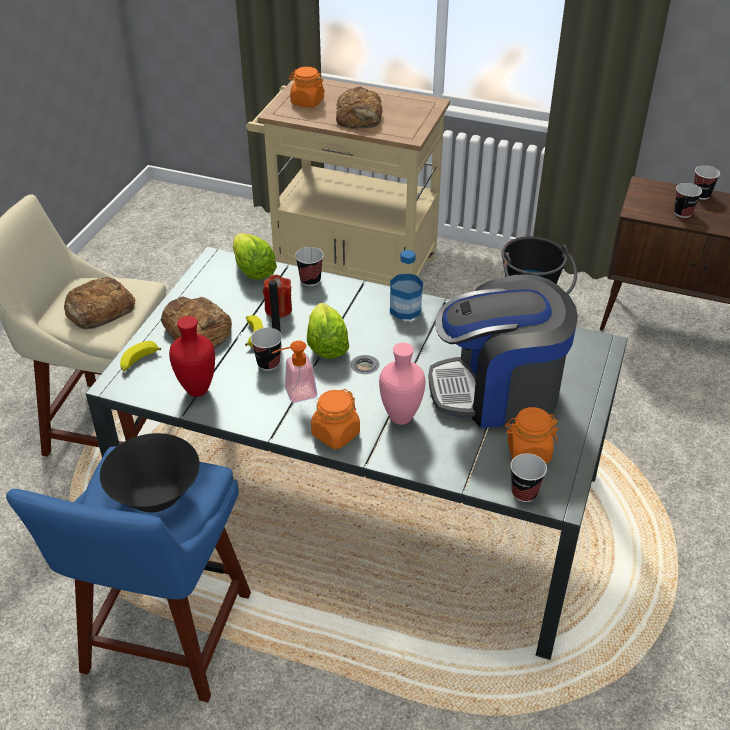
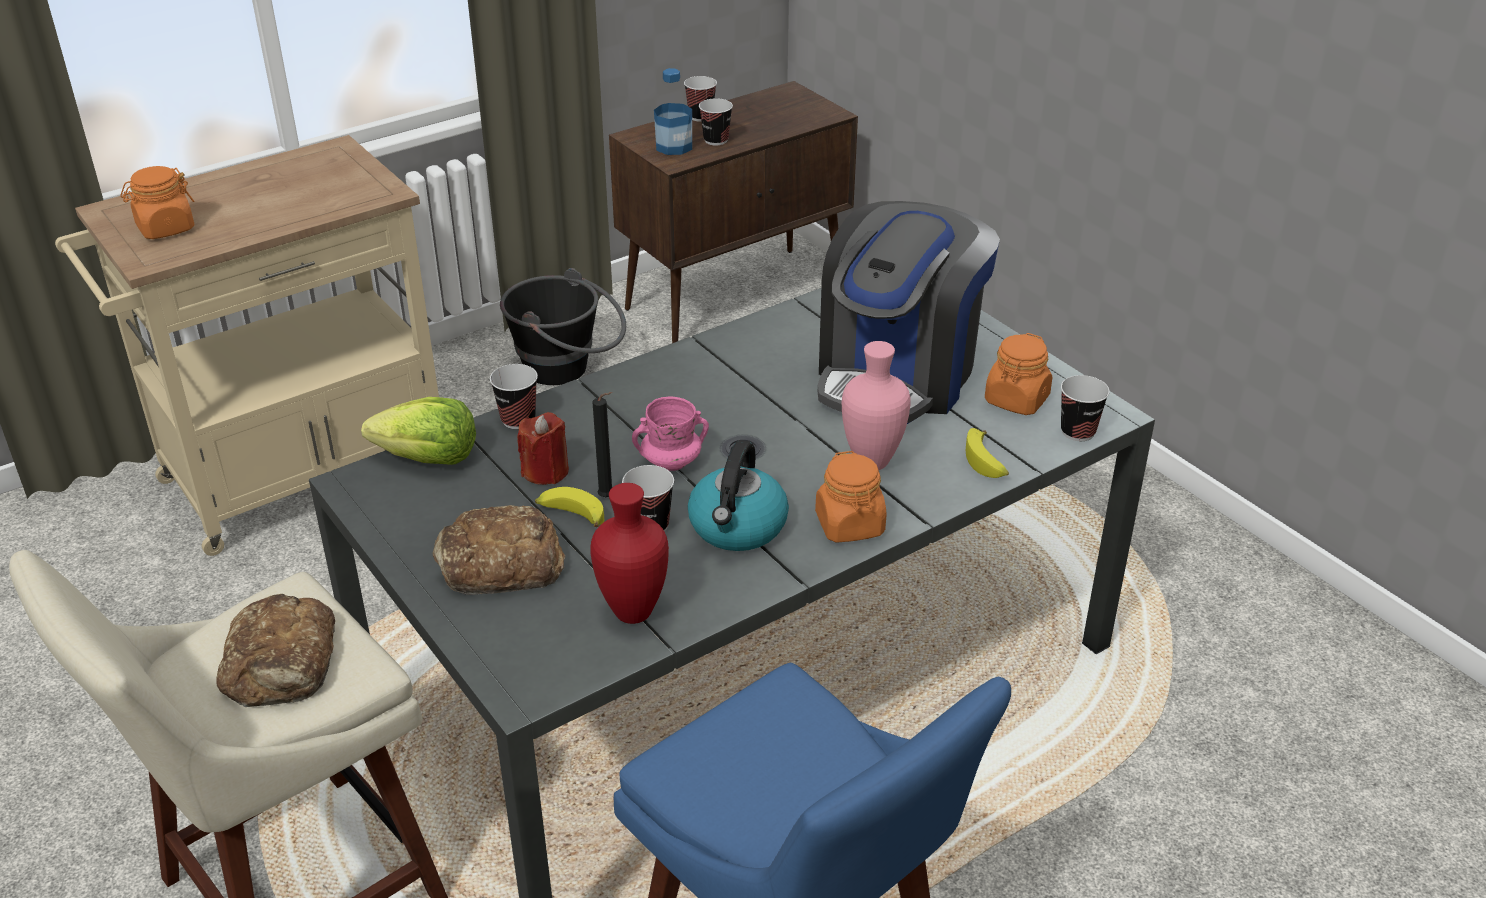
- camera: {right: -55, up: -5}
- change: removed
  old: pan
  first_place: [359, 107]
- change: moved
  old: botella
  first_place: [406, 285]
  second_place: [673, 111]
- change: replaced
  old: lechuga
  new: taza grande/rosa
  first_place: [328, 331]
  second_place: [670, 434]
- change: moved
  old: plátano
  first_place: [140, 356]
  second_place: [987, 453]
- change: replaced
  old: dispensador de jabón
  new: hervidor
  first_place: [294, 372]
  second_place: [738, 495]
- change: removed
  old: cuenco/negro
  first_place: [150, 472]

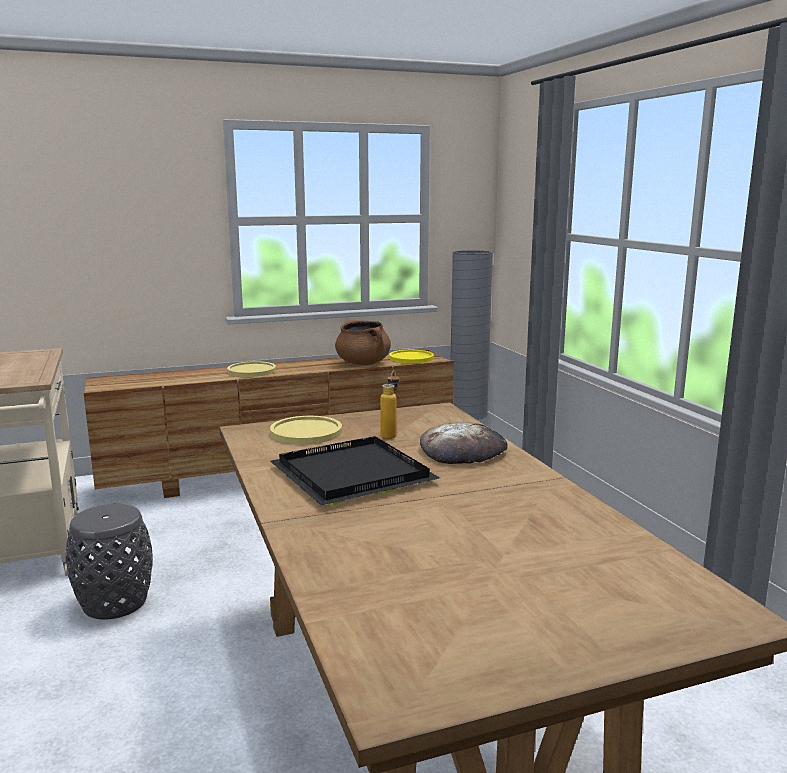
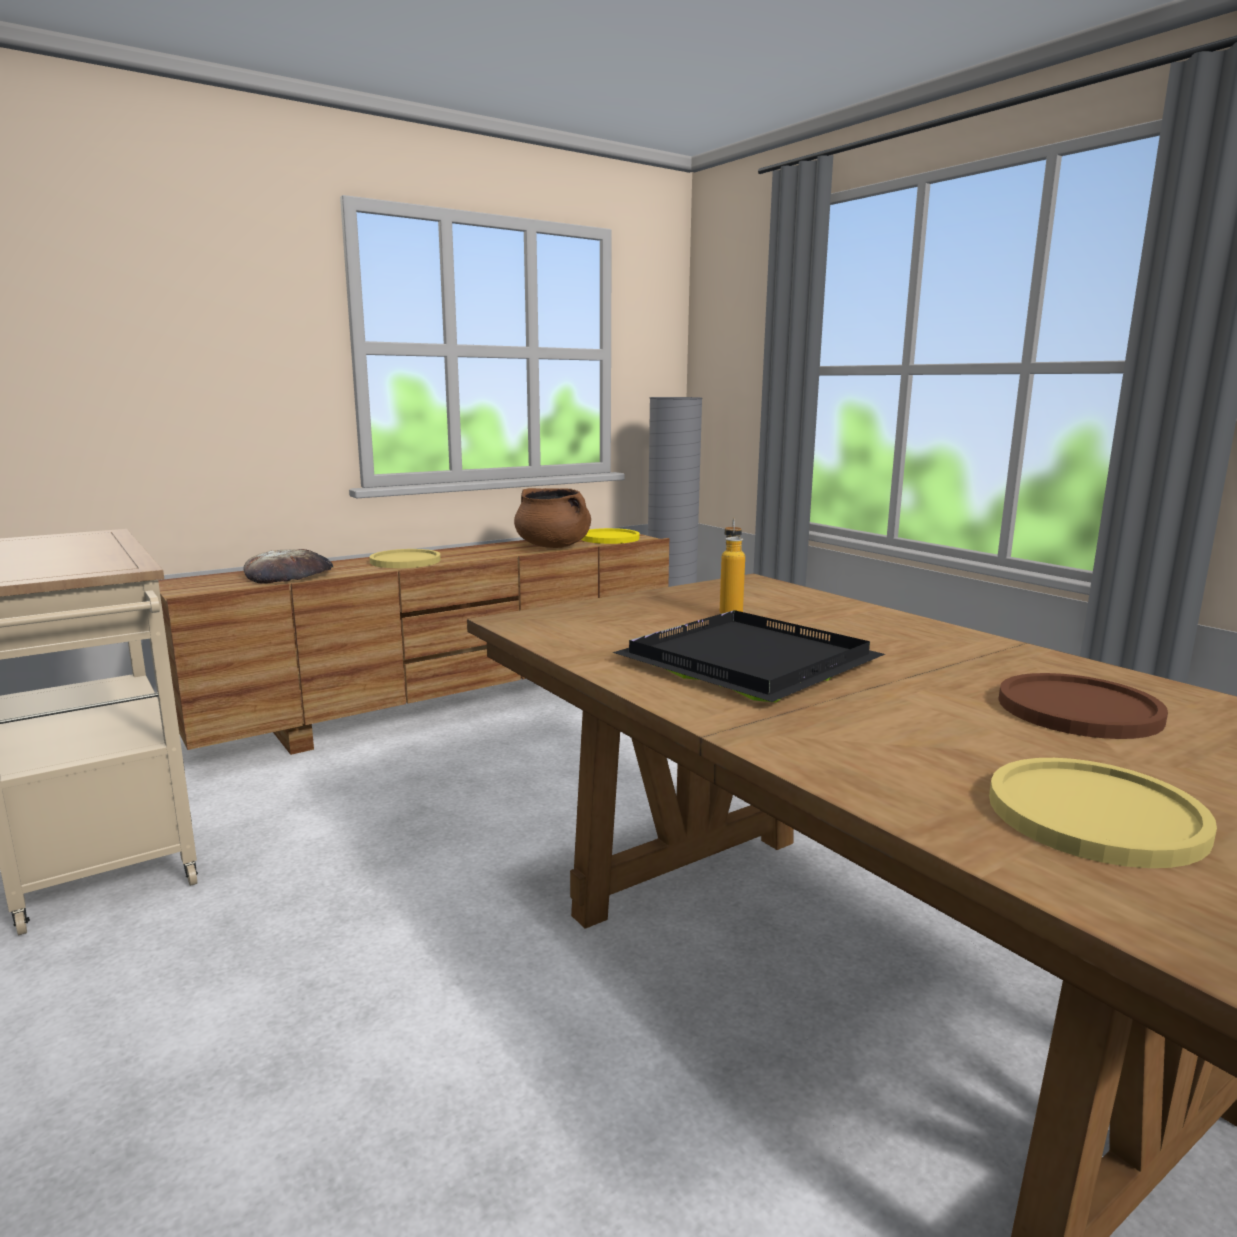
- camera: {right: -15, up: 0}
- change: moved
  old: plato/amarillo
  first_place: [306, 430]
  second_place: [1103, 813]
- change: moved
  old: pan
  first_place: [464, 443]
  second_place: [288, 566]
- change: removed
  old: taburete/gris
  first_place: [109, 562]
- change: added
  new: plato/marrón
  second_place: [1083, 706]

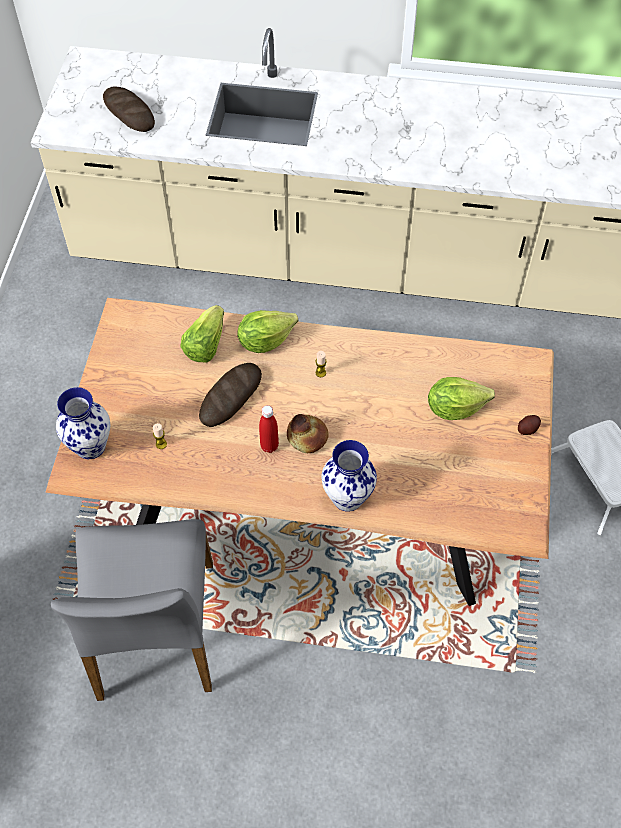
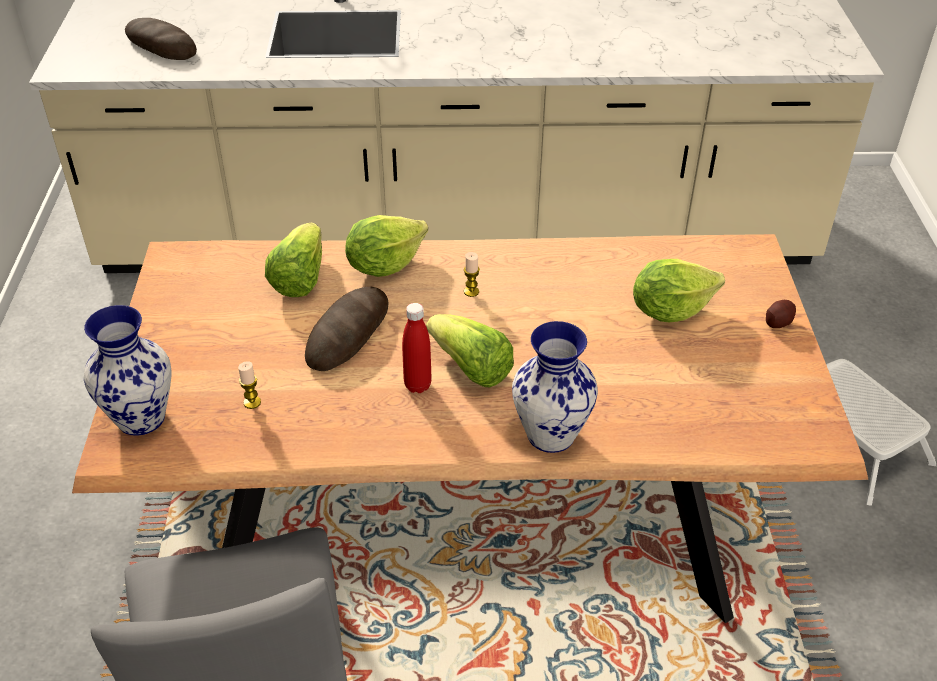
- camera: {right: -10, up: -15}
- change: replaced
  old: pan
  new: lechuga
  first_place: [308, 433]
  second_place: [470, 350]

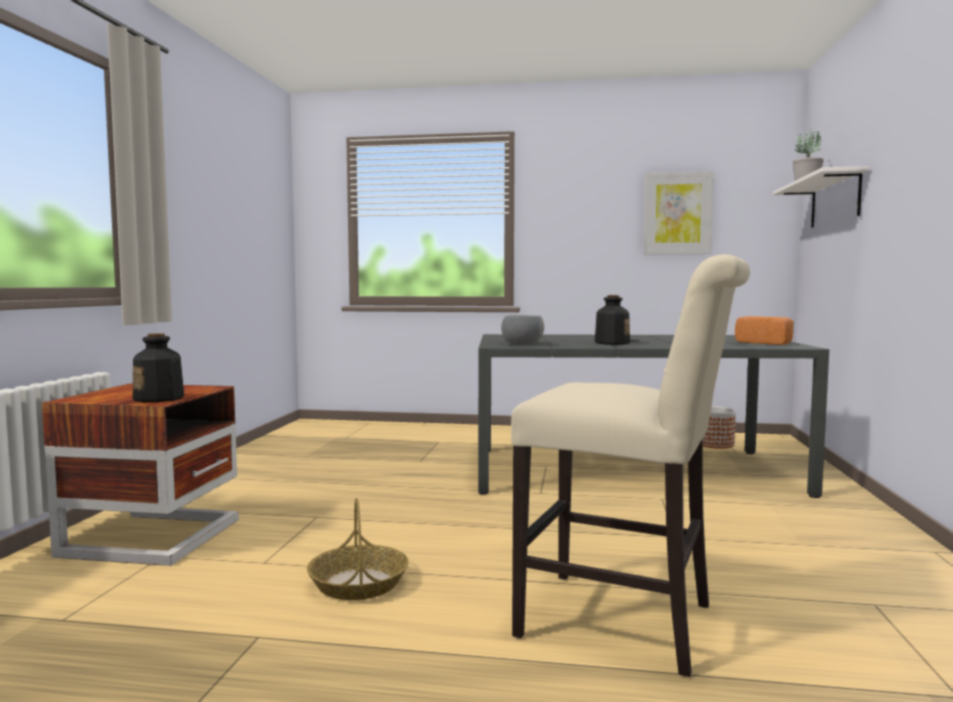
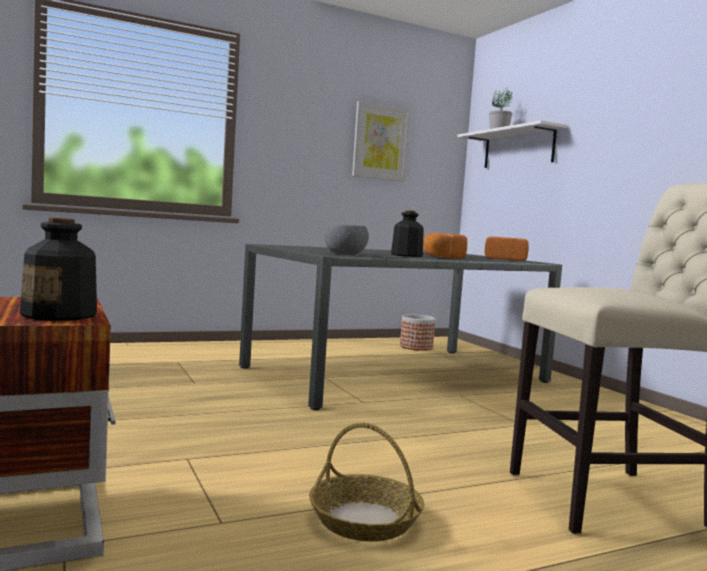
- camera: {right: -35, up: 0}
- change: added
  new: pan
  second_place: [445, 246]

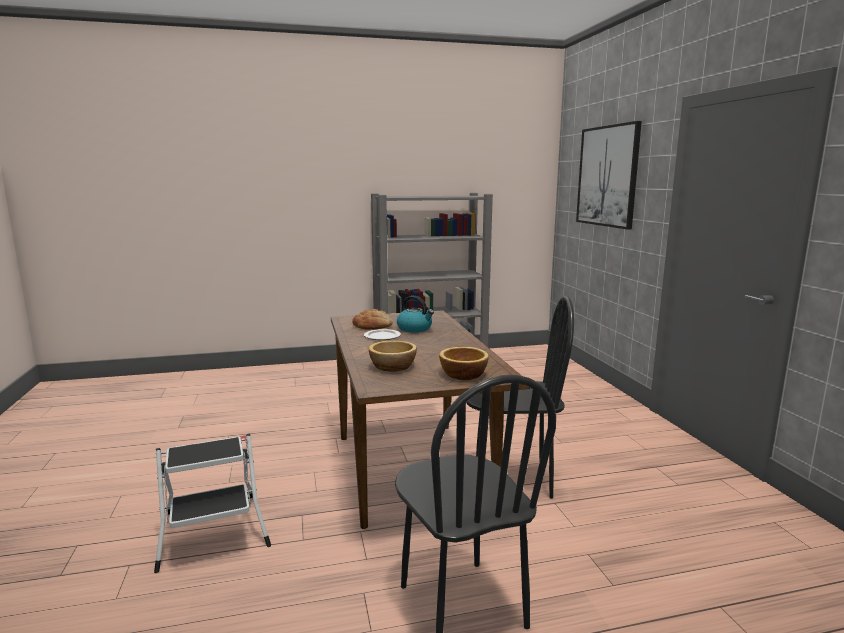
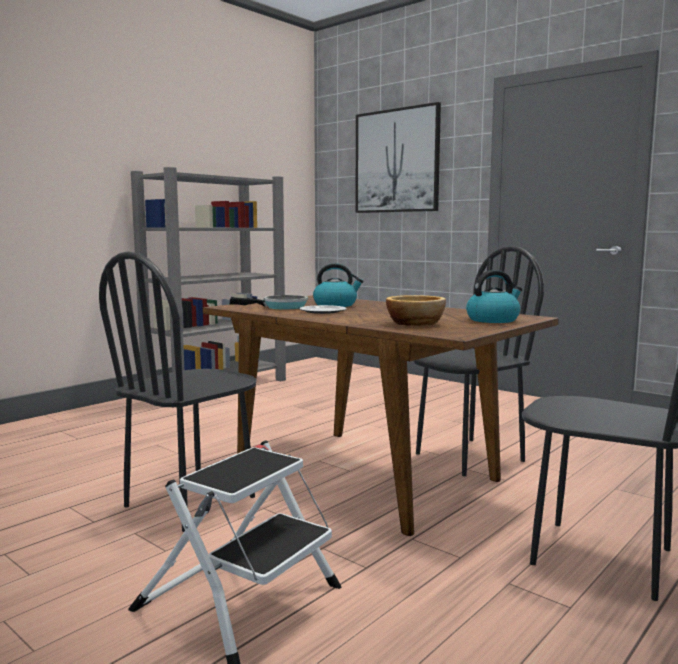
- camera: {right: -35, up: -5}
- change: replaced
  old: pan
  new: sartén
  first_place: [372, 319]
  second_place: [268, 302]
- change: replaced
  old: cuenco
  new: hervidor
  first_place: [464, 363]
  second_place: [494, 296]
- change: added
  new: silla/negro
  second_place: [178, 391]

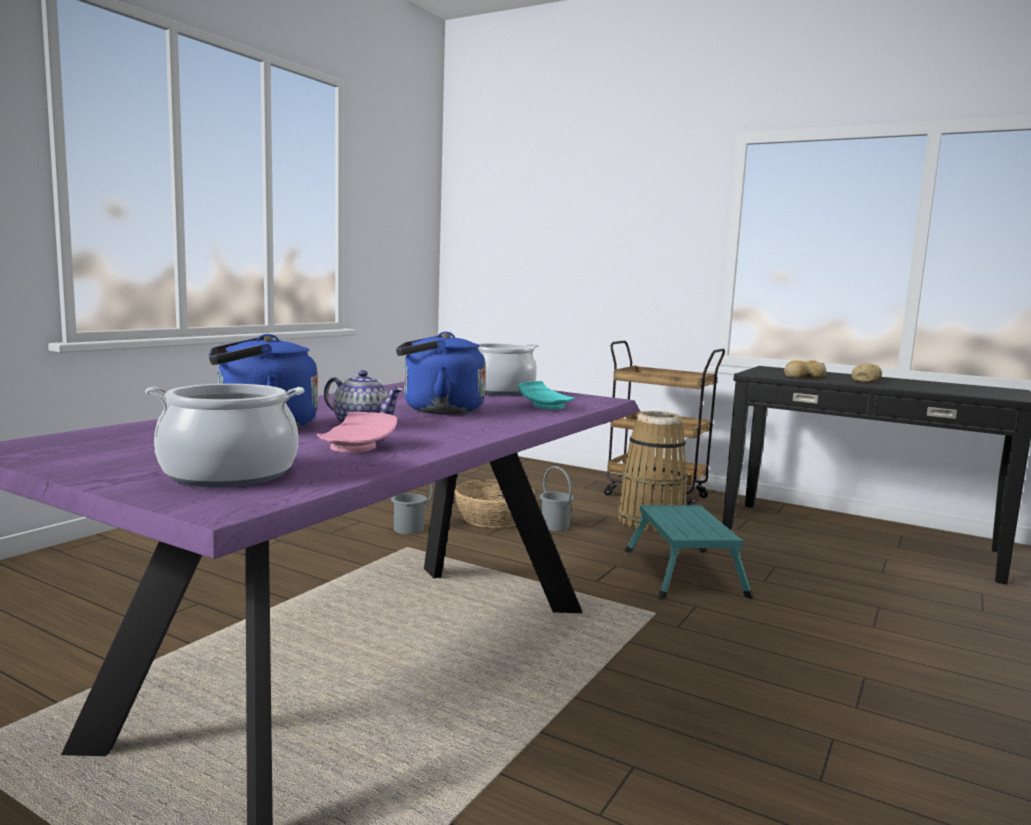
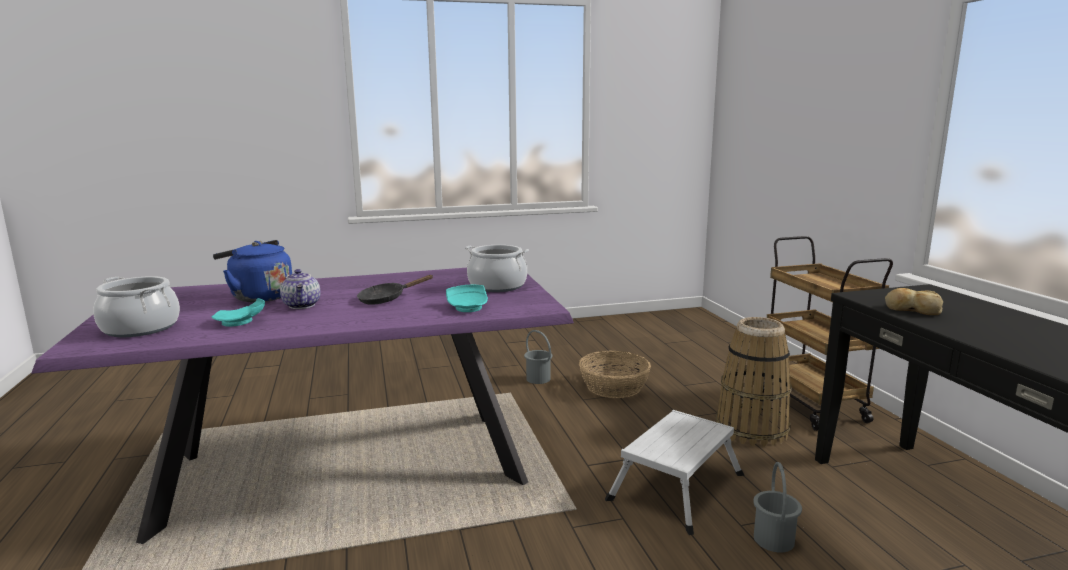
- camera: {right: 45, up: 5}
- change: replaced
  old: hervidor/azul
  new: sartén/negro
  first_place: [441, 373]
  second_place: [395, 290]
- change: removed
  old: pan
  first_place: [866, 373]
- change: recoloured
  old: plato/rosa
  new: plato/turquesa
  first_place: [356, 432]
  second_place: [238, 312]
- change: moved
  old: cubo/gris
  first_place: [557, 498]
  second_place: [777, 507]
- change: recoloured
  old: escalera de tijera/turquesa
  new: escalera de tijera/blanco
  first_place: [689, 552]
  second_place: [675, 472]

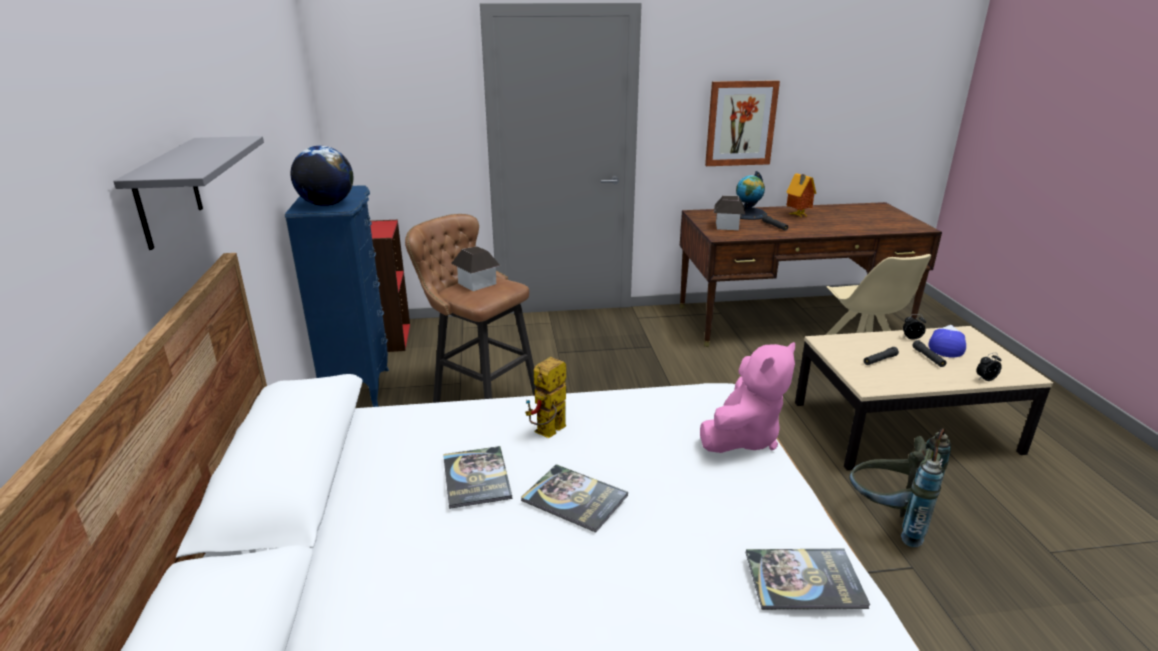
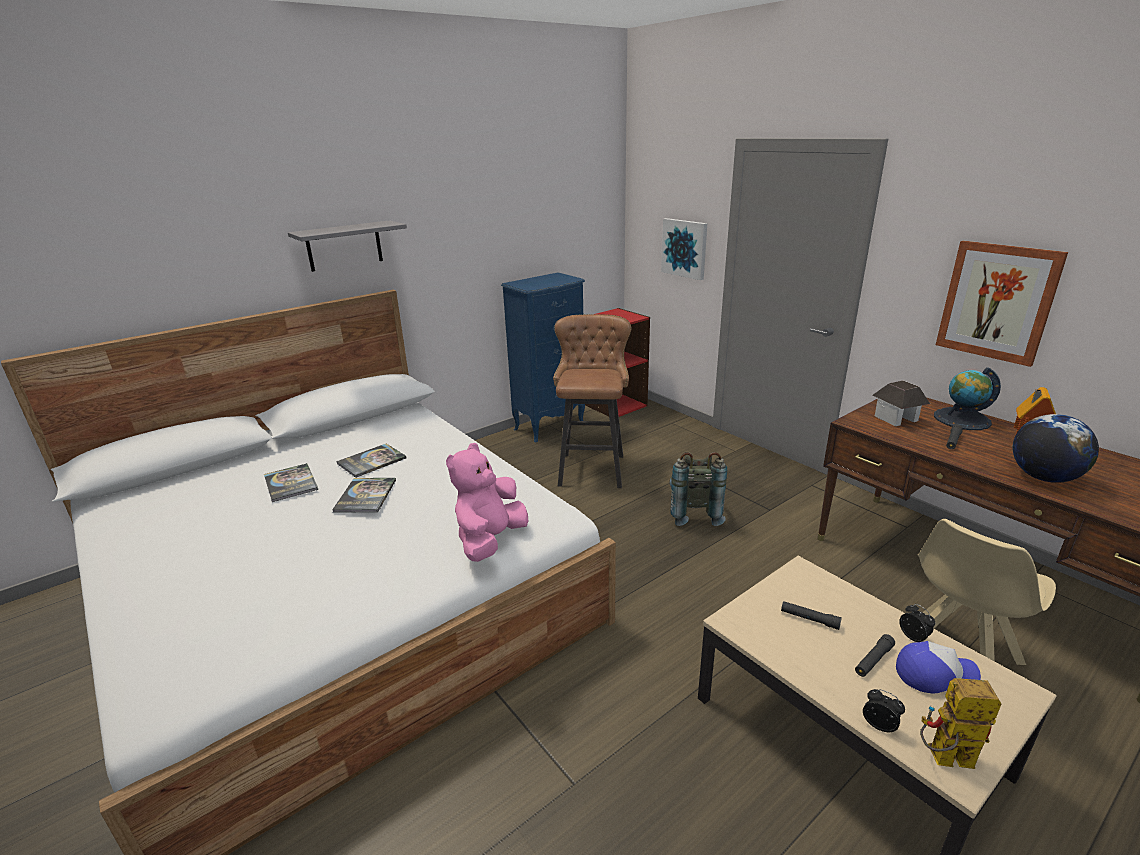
- camera: {right: 60, up: 0}
- change: moved
  old: globo terráqueo
  first_place: [321, 176]
  second_place: [1056, 448]
- change: removed
  old: casita
  first_place: [476, 268]
- change: turned
  old: peluche/rosa
  first_place: [747, 397]
  second_place: [487, 502]
  degrees: 105
- change: moved
  old: robot de juguete
  first_place: [545, 397]
  second_place: [960, 723]
- change: moved
  old: mochila/gris
  first_place: [900, 487]
  second_place: [698, 489]
- change: moved
  old: libro
  first_place: [808, 579]
  second_place: [291, 482]
- change: added
  new: cuadro
  second_place: [684, 249]

